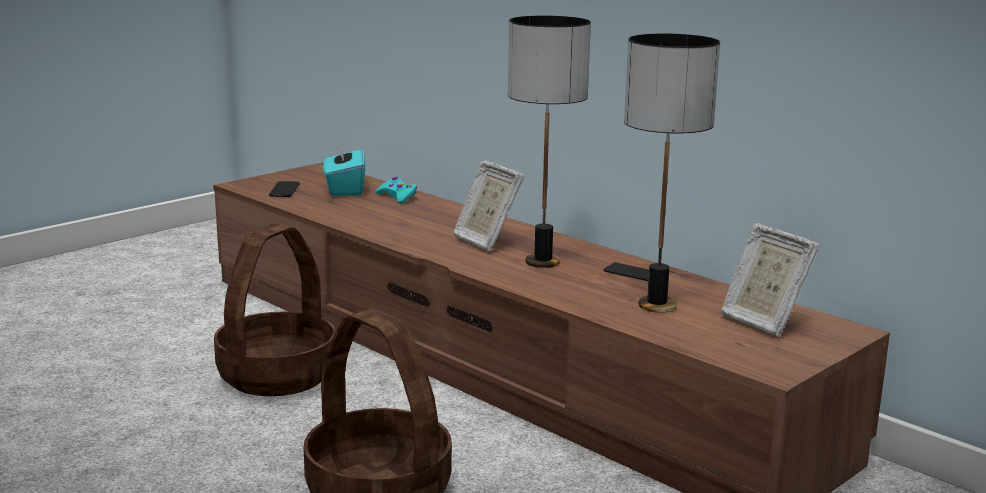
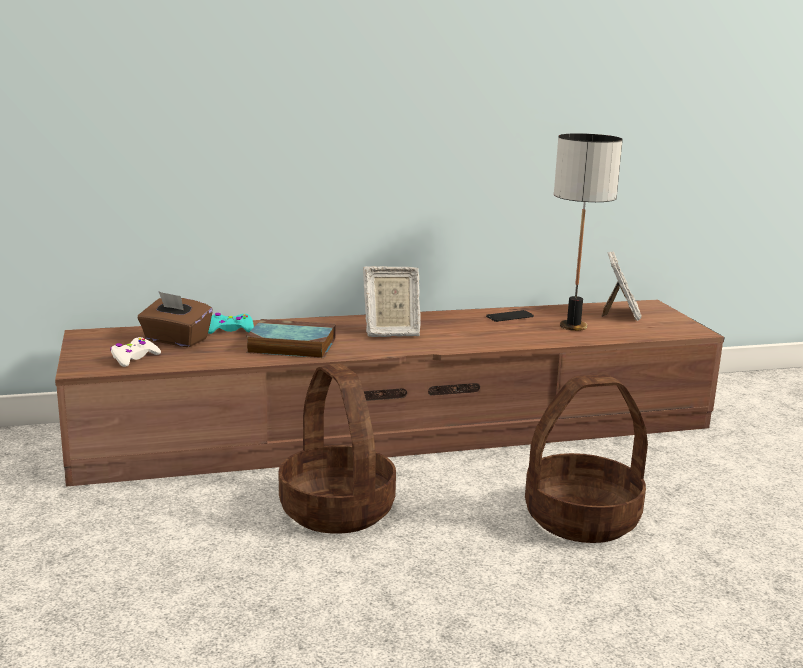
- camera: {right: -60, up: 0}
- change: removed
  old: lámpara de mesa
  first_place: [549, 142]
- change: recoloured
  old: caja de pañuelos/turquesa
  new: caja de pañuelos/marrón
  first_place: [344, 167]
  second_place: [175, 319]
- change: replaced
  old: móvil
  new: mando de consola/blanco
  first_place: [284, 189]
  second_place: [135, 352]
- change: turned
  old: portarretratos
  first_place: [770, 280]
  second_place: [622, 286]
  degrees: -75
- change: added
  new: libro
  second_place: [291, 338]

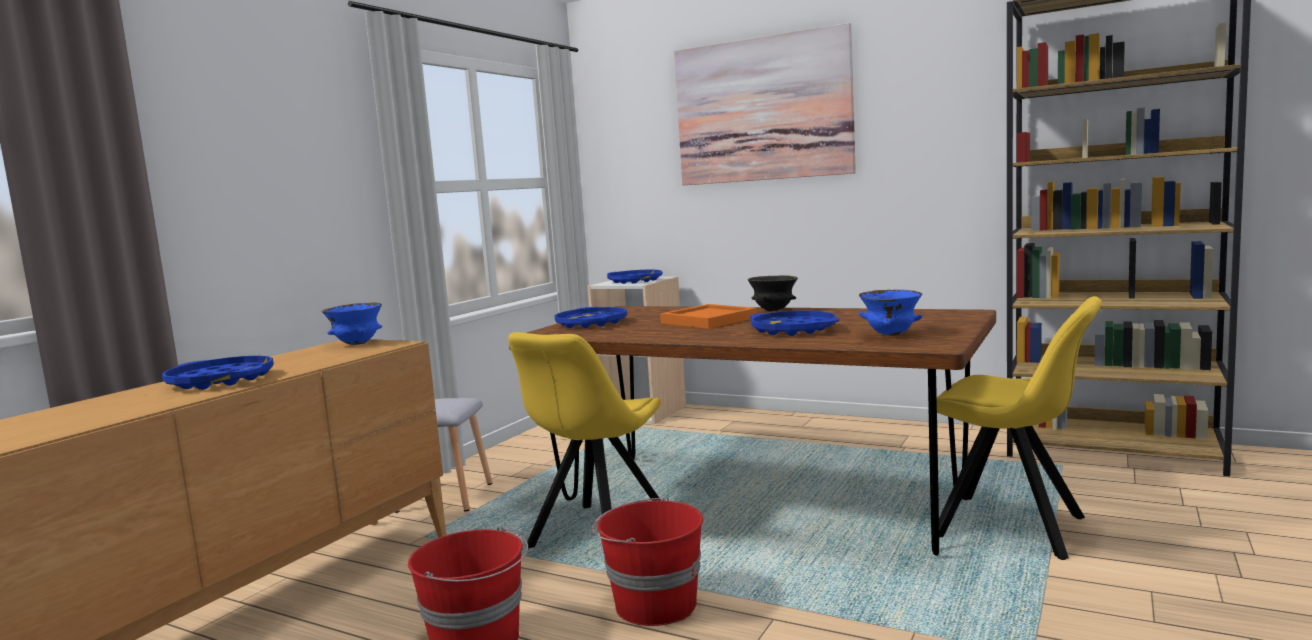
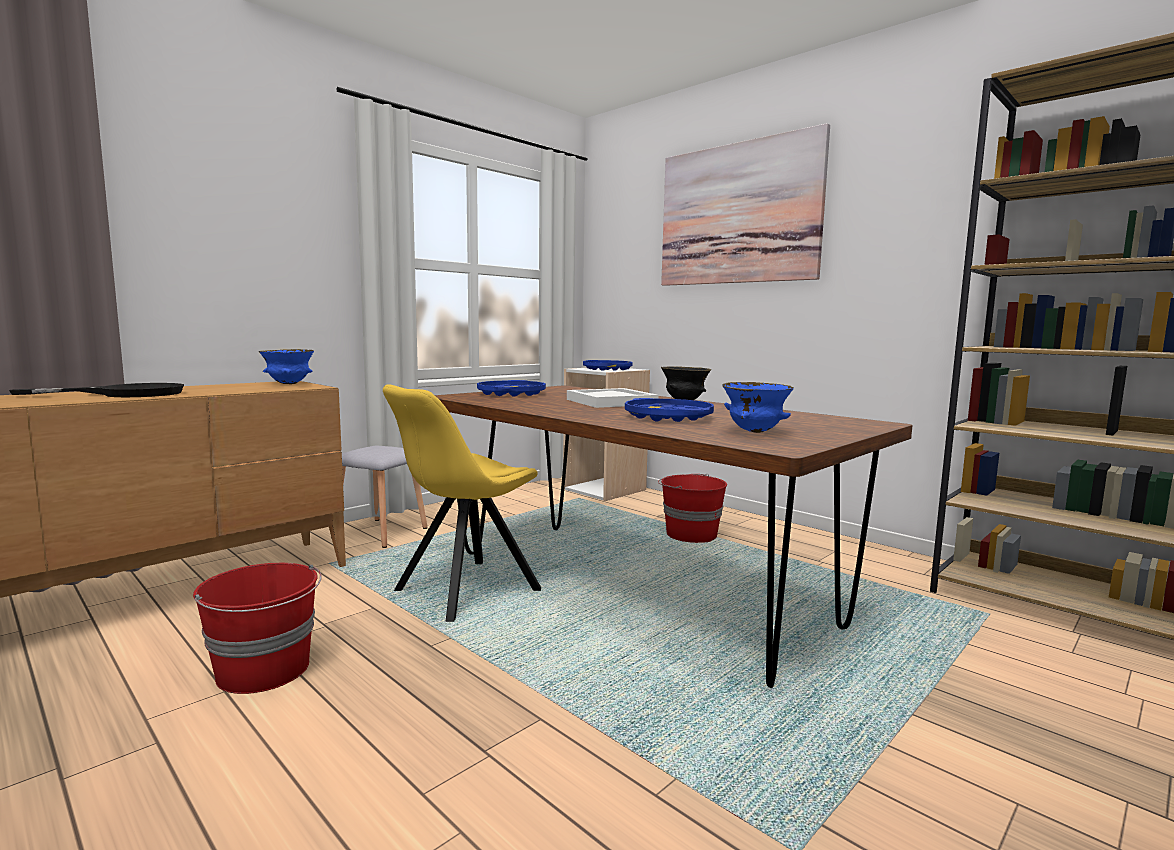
- camera: {right: 15, up: 0}
- change: removed
  old: silla/amarillo
  first_place: [1019, 428]
- change: recoloured
  old: bandeja/naranja
  new: bandeja/blanco
  first_place: [708, 316]
  second_place: [612, 398]
- change: replaced
  old: bandeja/azul
  new: sartén/negro
  first_place: [218, 373]
  second_place: [96, 390]
- change: moved
  old: cubo/rojo
  first_place: [647, 561]
  second_place: [692, 508]

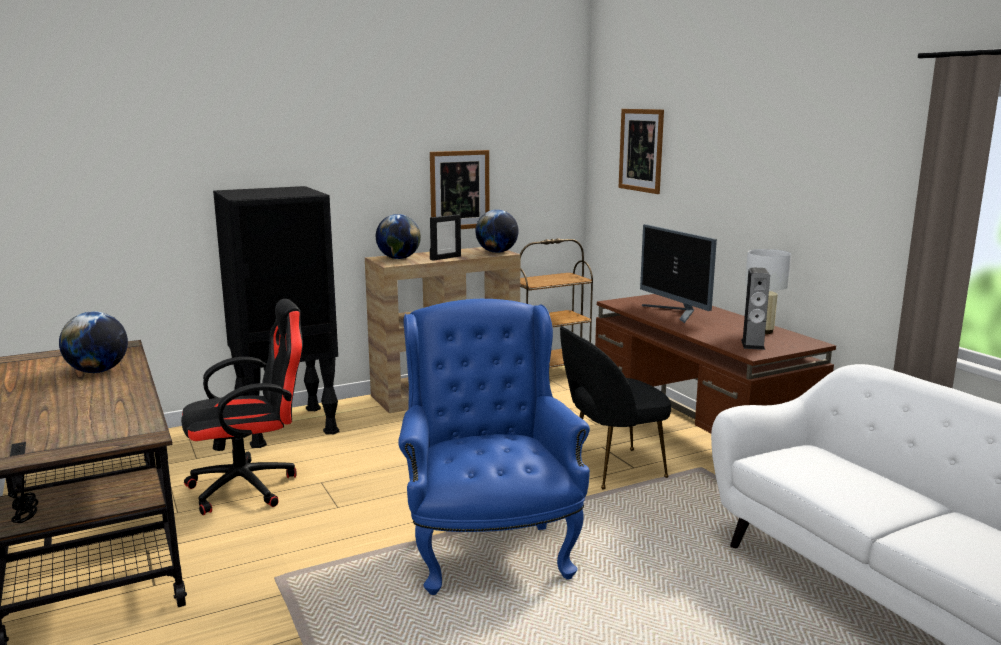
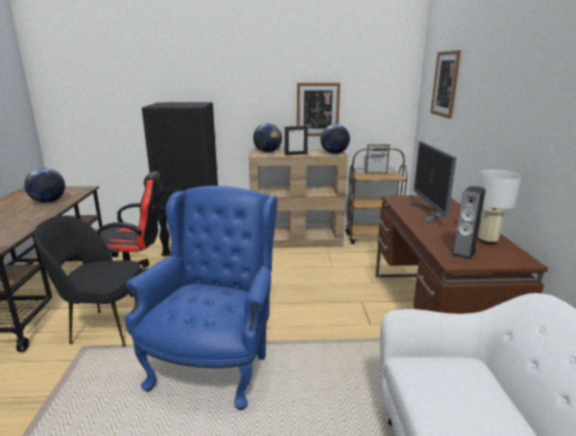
- camera: {right: 25, up: 5}
- change: moved
  old: silla/negro
  first_place: [615, 408]
  second_place: [88, 281]
- change: added
  new: portarretratos
  second_place: [378, 159]

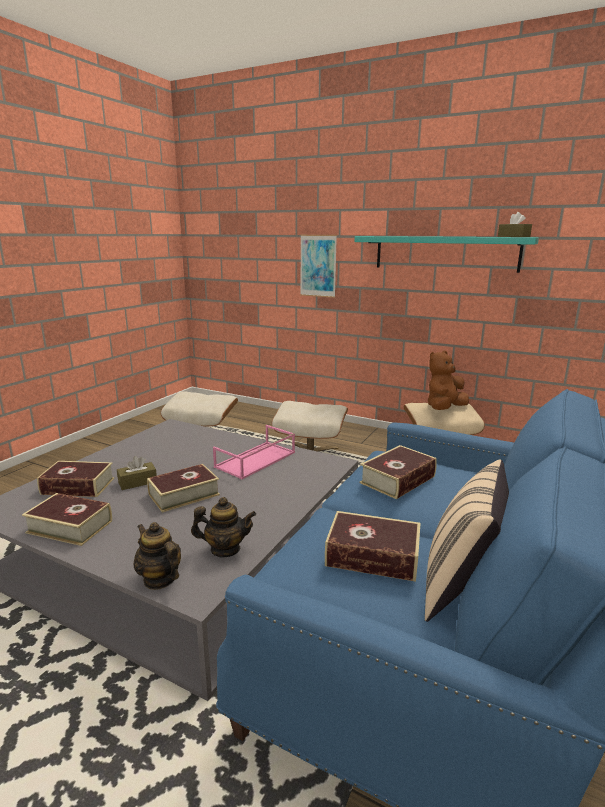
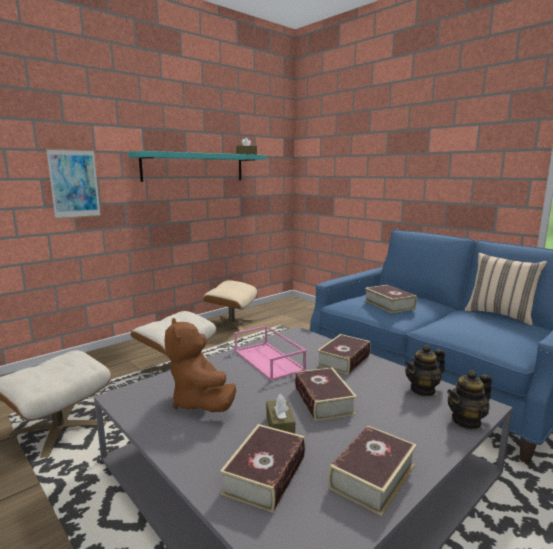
- camera: {right: -70, up: -5}
- change: moved
  old: peluche/marrón
  first_place: [448, 380]
  second_place: [200, 365]
- change: turned
  old: tetera
  first_place: [223, 527]
  second_place: [424, 370]
  degrees: -135
- change: moved
  old: libro
  first_place: [373, 546]
  second_place: [344, 354]

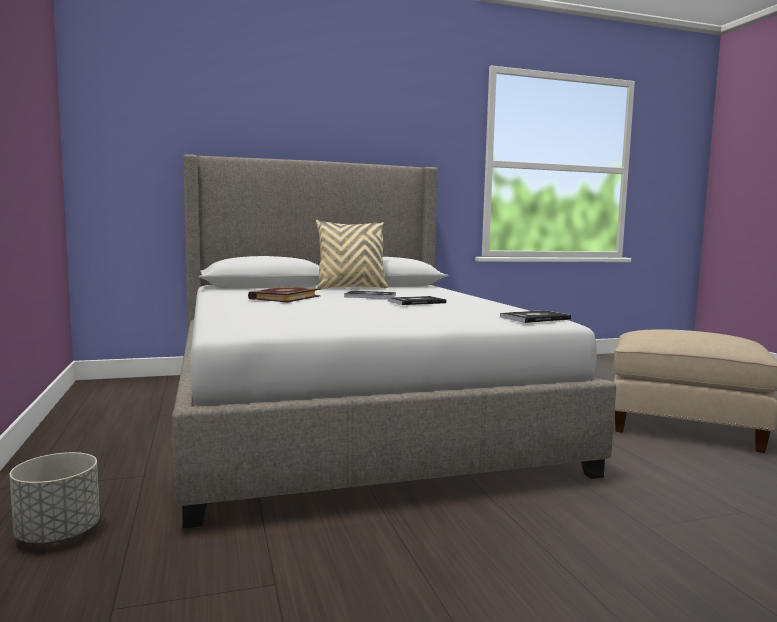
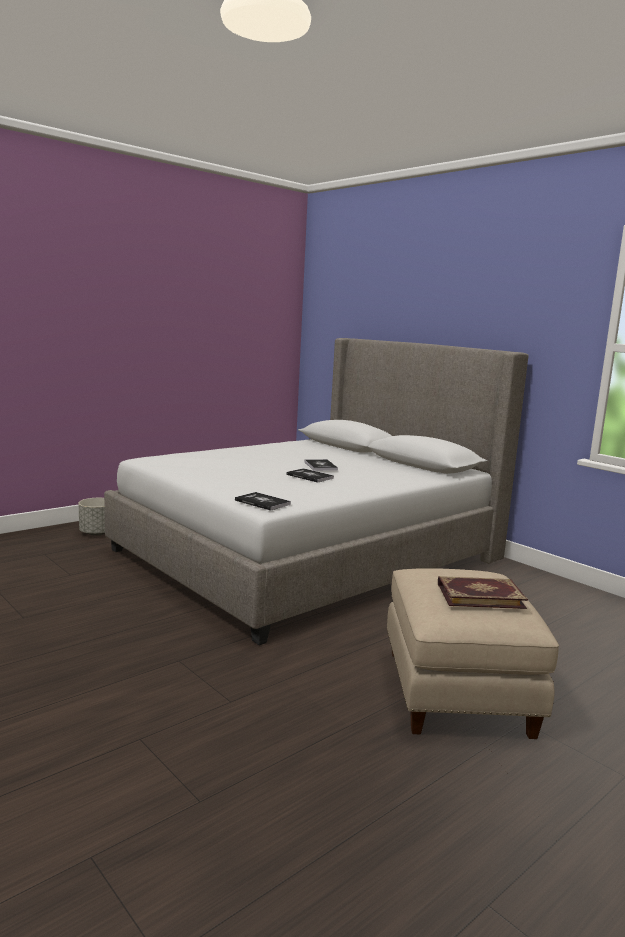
- camera: {right: 65, up: 5}
- change: removed
  old: cojín/beis
  first_place: [352, 255]
- change: moved
  old: libro
  first_place: [284, 294]
  second_place: [483, 592]

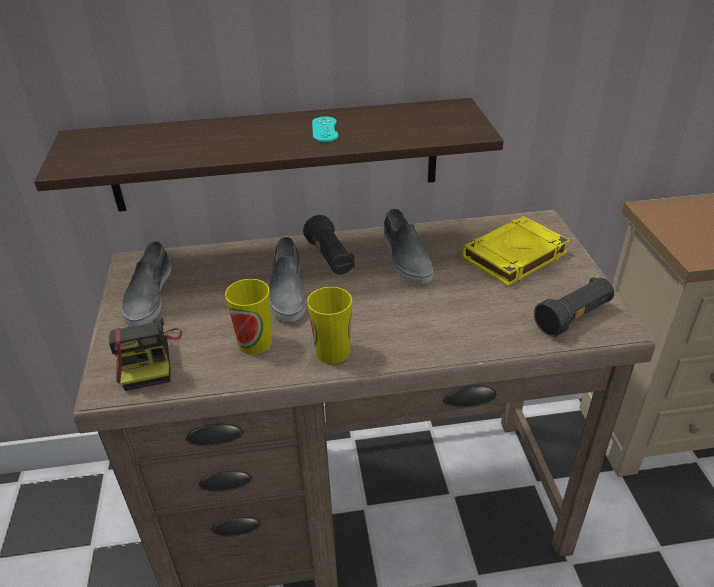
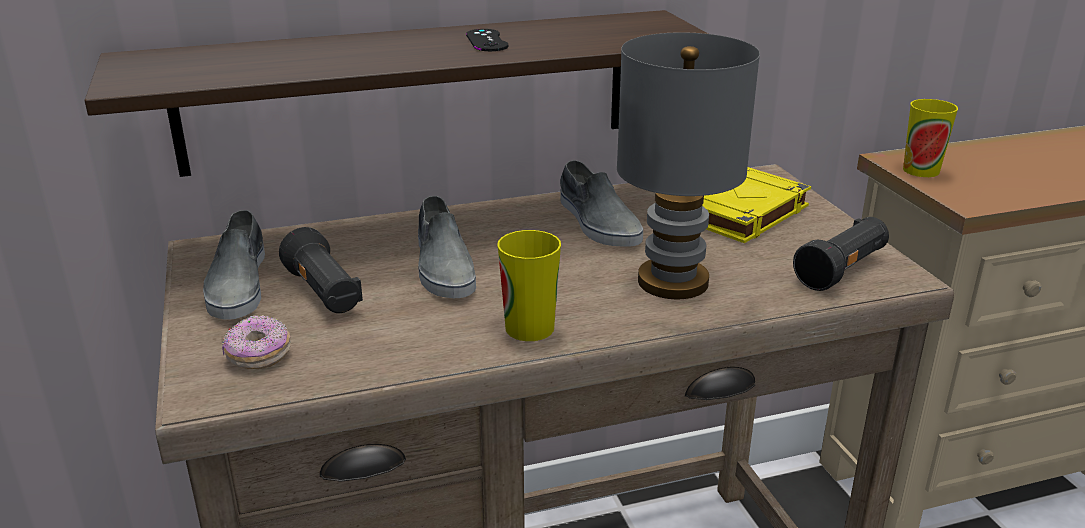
- camera: {right: -10, up: -10}
- change: recoloured
  old: mando de consola/turquesa
  new: mando de consola/negro
  first_place: [325, 129]
  second_place: [487, 40]
- change: moved
  old: linterna/negro
  first_place: [329, 245]
  second_place: [321, 270]
- change: moved
  old: taza
  first_place: [248, 316]
  second_place: [930, 138]
- change: replaced
  old: cámara
  new: rosquilla
  first_place: [145, 354]
  second_place: [256, 342]
- change: added
  new: lámpara de mesa/gris
  second_place: [688, 165]

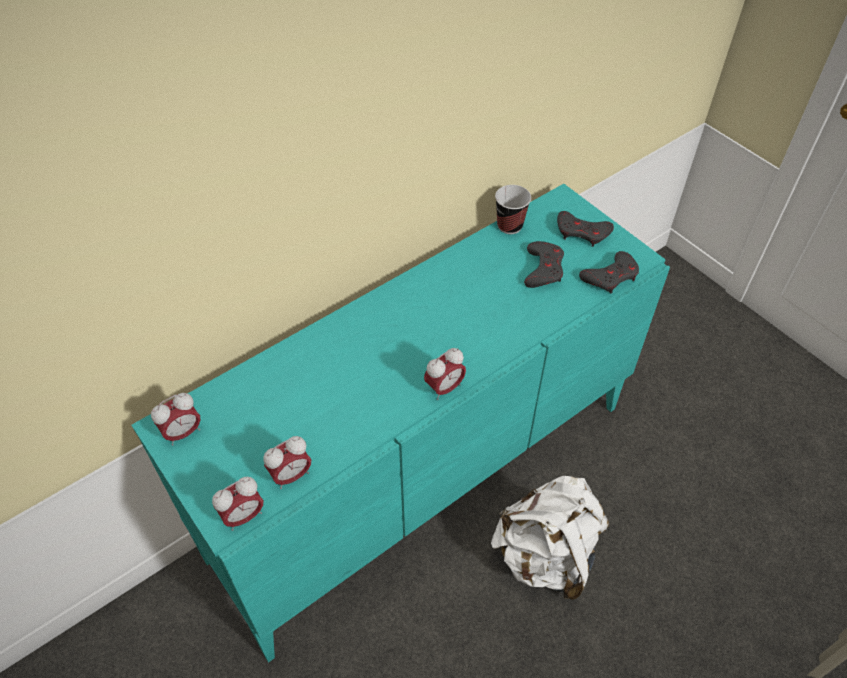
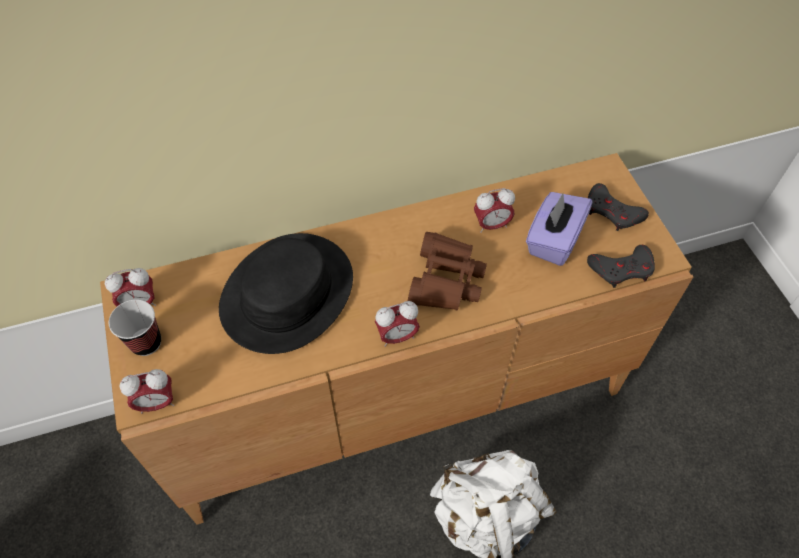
- camera: {right: 20, up: 5}
- change: recoloured
  old: cómoda/turquesa
  new: cómoda/marrón
  first_place: [400, 423]
  second_place: [396, 338]
- change: moved
  old: taza
  first_place: [513, 209]
  second_place: [135, 328]
- change: replaced
  old: mando de consola/gris
  new: caja de pañuelos/morado
  first_place: [544, 264]
  second_place: [559, 229]
- change: moved
  old: despertador
  first_place: [287, 462]
  second_place: [494, 210]
- change: added
  new: prismáticos/marrón
  second_place: [447, 271]
- change: added
  new: sombrero/negro
  second_place: [286, 293]

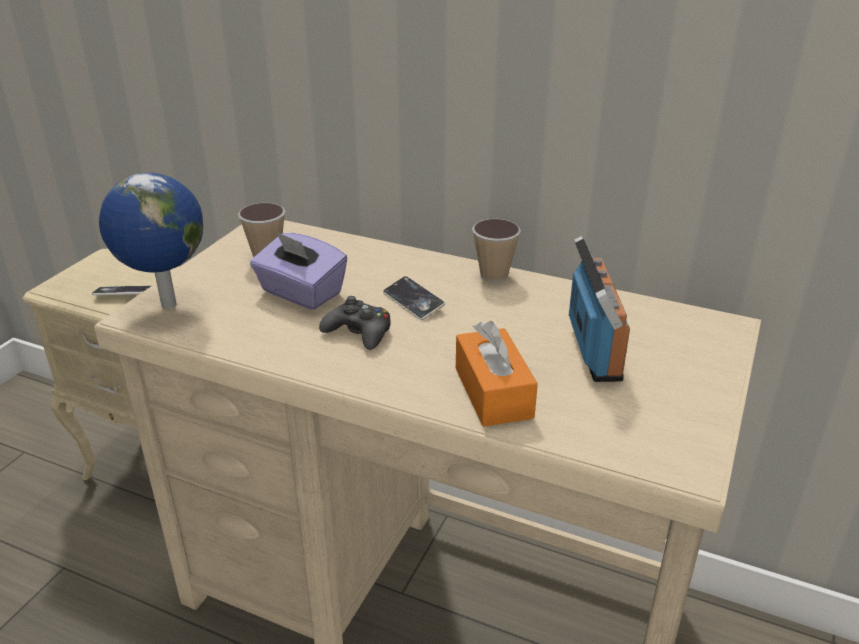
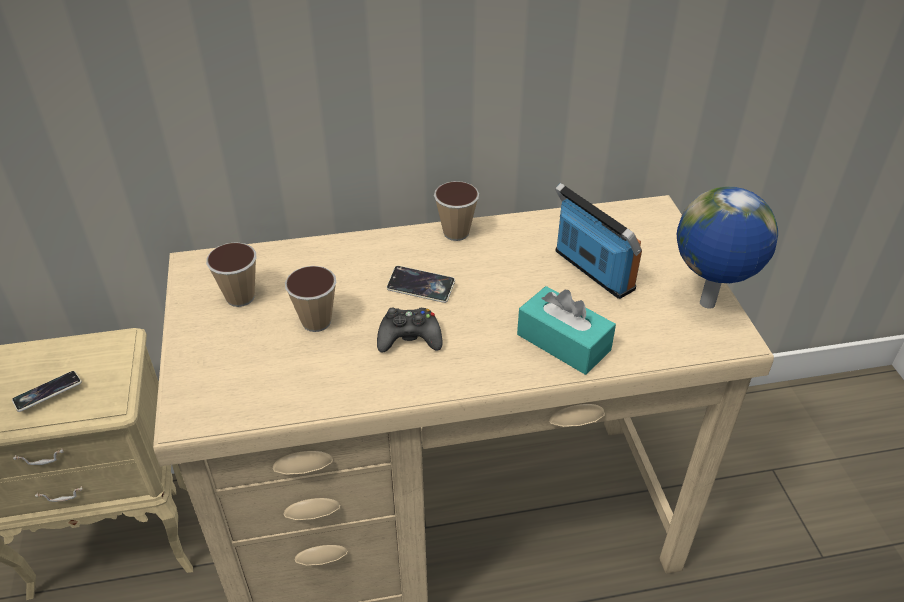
- camera: {right: -35, up: 10}
- change: moved
  old: globo terráqueo
  first_place: [151, 241]
  second_place: [727, 247]
- change: replaced
  old: caja de pañuelos/morado
  new: taza
  first_place: [298, 271]
  second_place: [310, 299]
- change: recoloured
  old: caja de pañuelos/naranja
  new: caja de pañuelos/turquesa
  first_place: [497, 374]
  second_place: [566, 330]

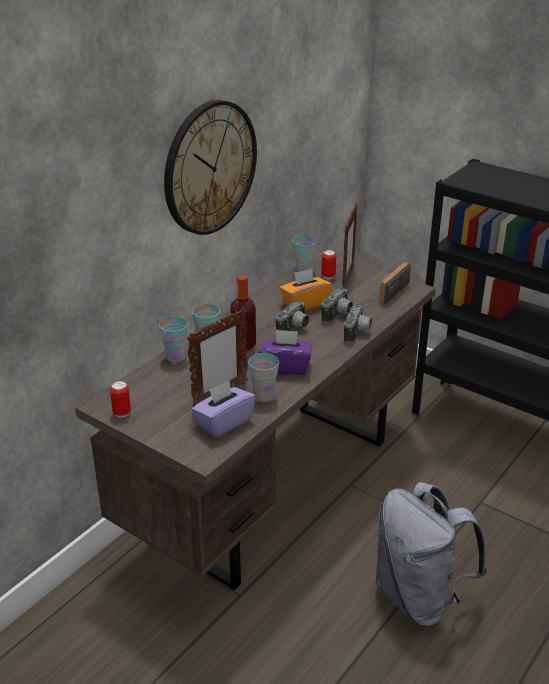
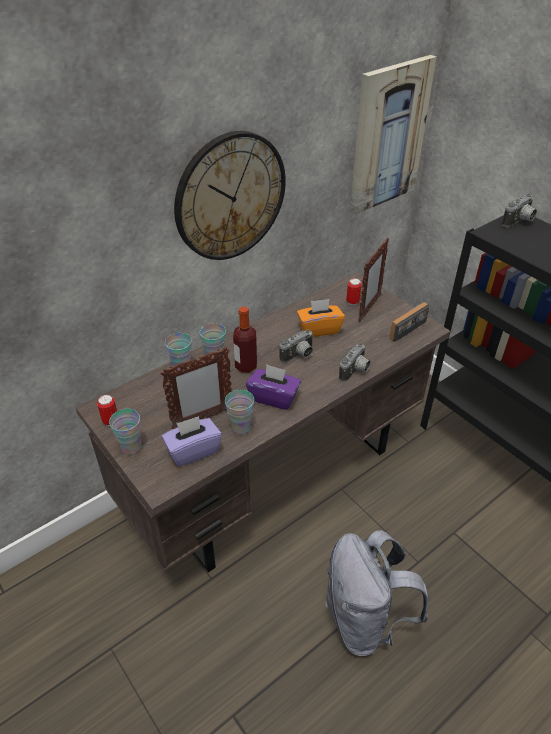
- camera: {right: 15, up: 10}
- change: moved
  old: taza
  first_place: [305, 253]
  second_place: [125, 432]
- change: moved
  old: cámara
  first_place: [337, 305]
  second_place: [519, 210]
- change: added
  new: cuadro
  second_place: [393, 135]

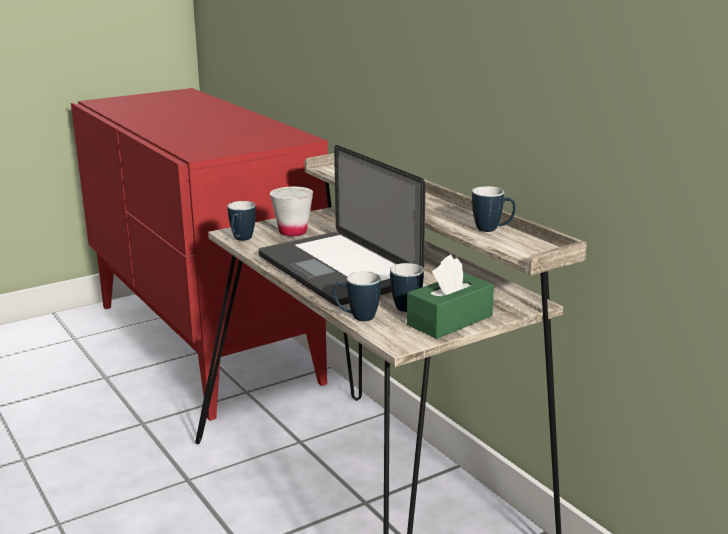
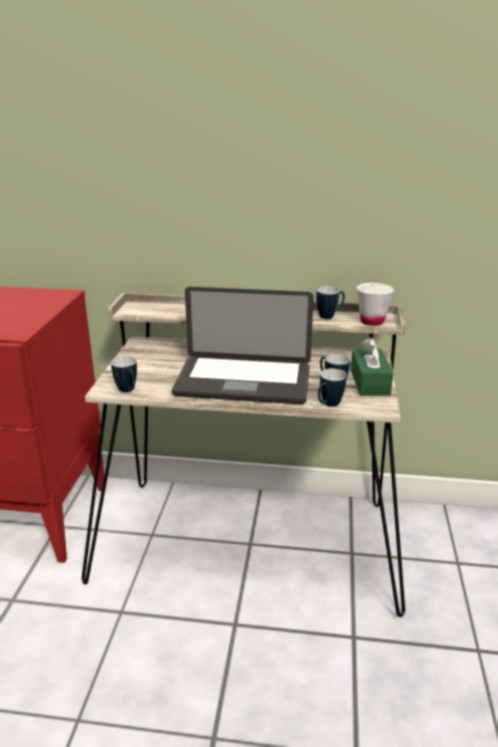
- camera: {right: -50, up: 5}
- change: moved
  old: taza/blanco
  first_place: [291, 212]
  second_place: [375, 304]

